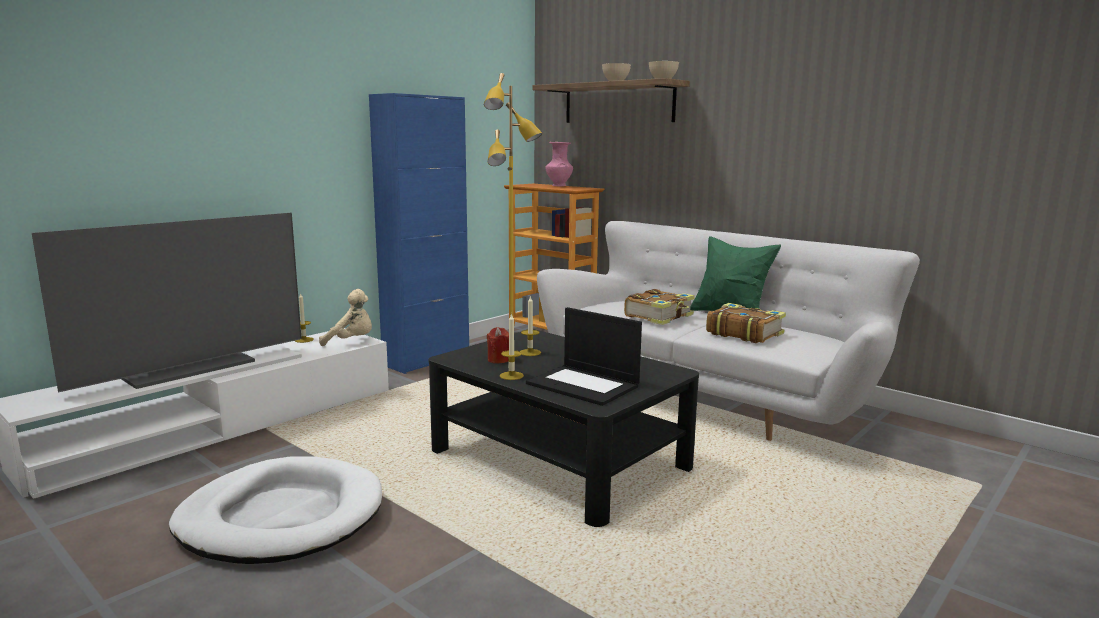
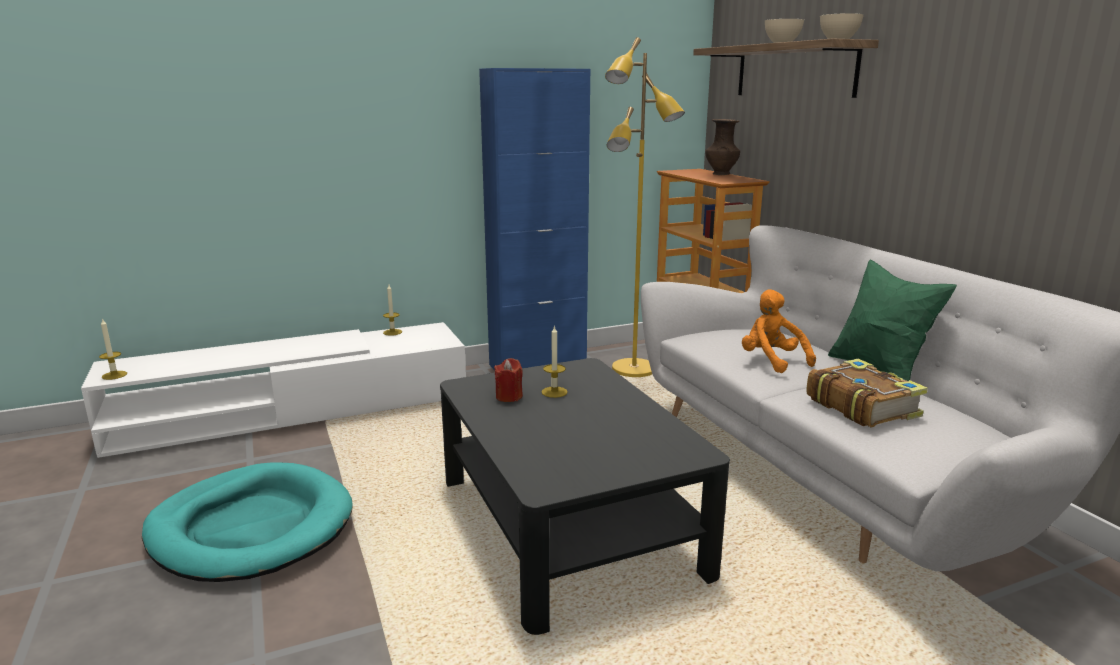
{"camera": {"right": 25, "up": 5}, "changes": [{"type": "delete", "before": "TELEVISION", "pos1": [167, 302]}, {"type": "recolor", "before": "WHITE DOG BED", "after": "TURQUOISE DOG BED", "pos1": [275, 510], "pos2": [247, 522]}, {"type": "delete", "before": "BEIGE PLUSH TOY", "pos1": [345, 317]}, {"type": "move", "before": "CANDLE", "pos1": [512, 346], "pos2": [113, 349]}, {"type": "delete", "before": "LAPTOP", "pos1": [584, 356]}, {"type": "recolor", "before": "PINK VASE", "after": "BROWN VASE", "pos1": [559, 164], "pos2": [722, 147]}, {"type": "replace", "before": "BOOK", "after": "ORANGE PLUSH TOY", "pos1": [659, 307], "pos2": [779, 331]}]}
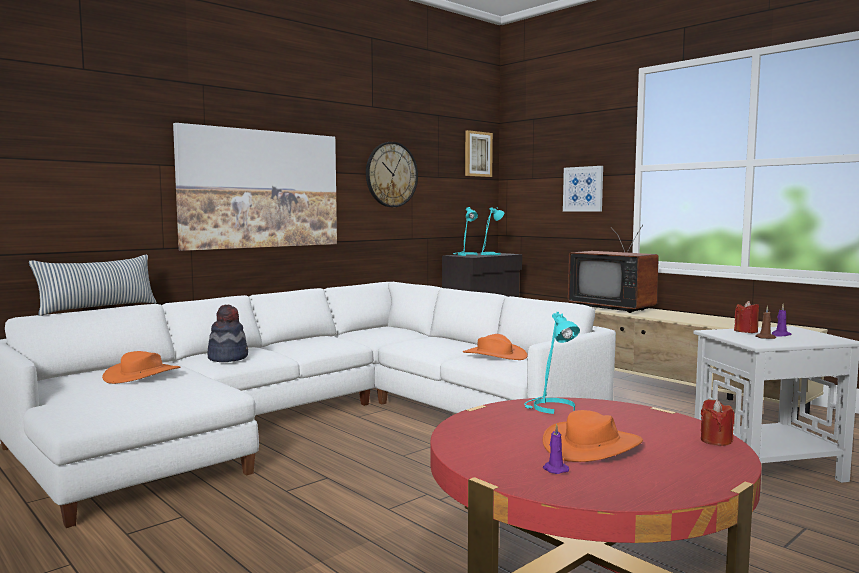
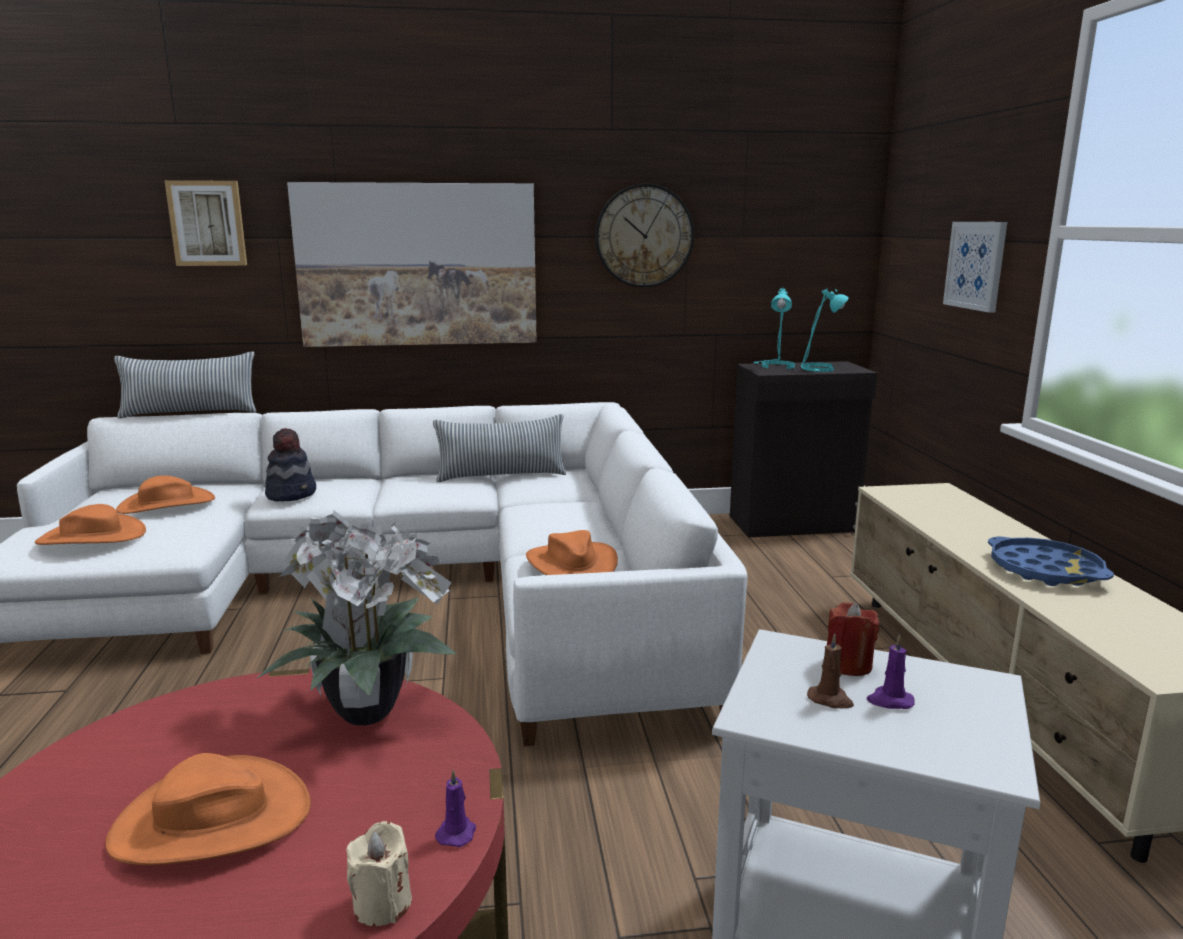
{"camera": {"right": 35, "up": 10}, "changes": [{"type": "move", "before": "PICTURE", "pos1": [479, 153], "pos2": [205, 223]}, {"type": "replace", "before": "TURQUOISE TABLE LAMP", "after": "POTTED PLANT", "pos1": [552, 363], "pos2": [357, 618]}, {"type": "move", "before": "PURPLE CANDLE", "pos1": [556, 449], "pos2": [455, 808]}, {"type": "delete", "before": "TELEVISION", "pos1": [613, 269]}, {"type": "recolor", "before": "RED CANDLE", "after": "BEIGE CANDLE", "pos1": [717, 422], "pos2": [379, 873]}, {"type": "insert", "after": "ORANGE HAT", "pos2": [90, 524]}, {"type": "insert", "after": "PILLOW", "pos2": [499, 448]}, {"type": "insert", "after": "BLUE TRAY", "pos2": [1051, 561]}]}
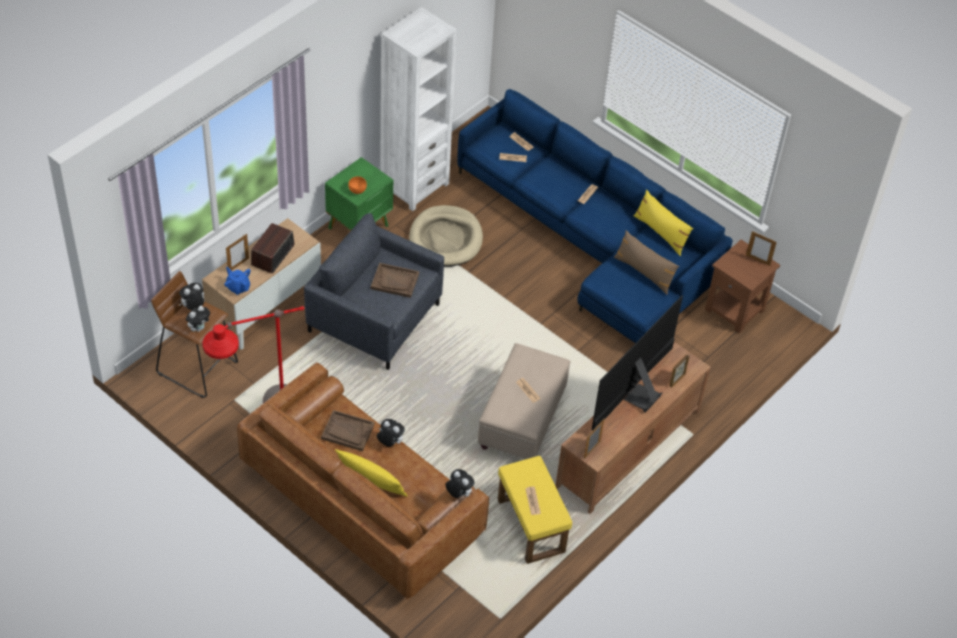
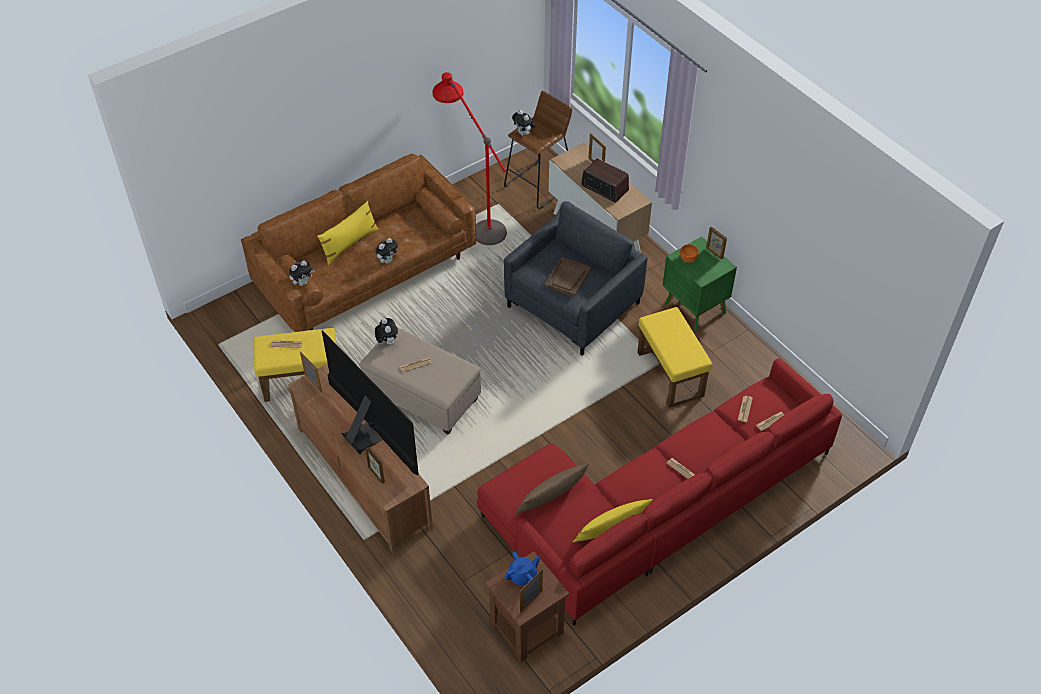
{"camera": {"right": 105, "up": 0}, "changes": [{"type": "move", "before": "PLUSH TOY", "pos1": [191, 296], "pos2": [386, 331]}, {"type": "move", "before": "BLUE TEAPOT", "pos1": [237, 281], "pos2": [522, 569]}, {"type": "delete", "before": "BROWN TRAY", "pos1": [348, 430]}, {"type": "delete", "before": "WHITE BOOKCASE", "pos1": [418, 109]}, {"type": "replace", "before": "BEIGE DOG BED", "after": "YELLOW OTTOMAN", "pos1": [446, 236], "pos2": [674, 357]}, {"type": "recolor", "before": "BLUE SOFA", "after": "RED SOFA", "pos1": [595, 216], "pos2": [659, 492]}, {"type": "insert", "after": "PICTURE FRAME", "pos2": [716, 243]}]}
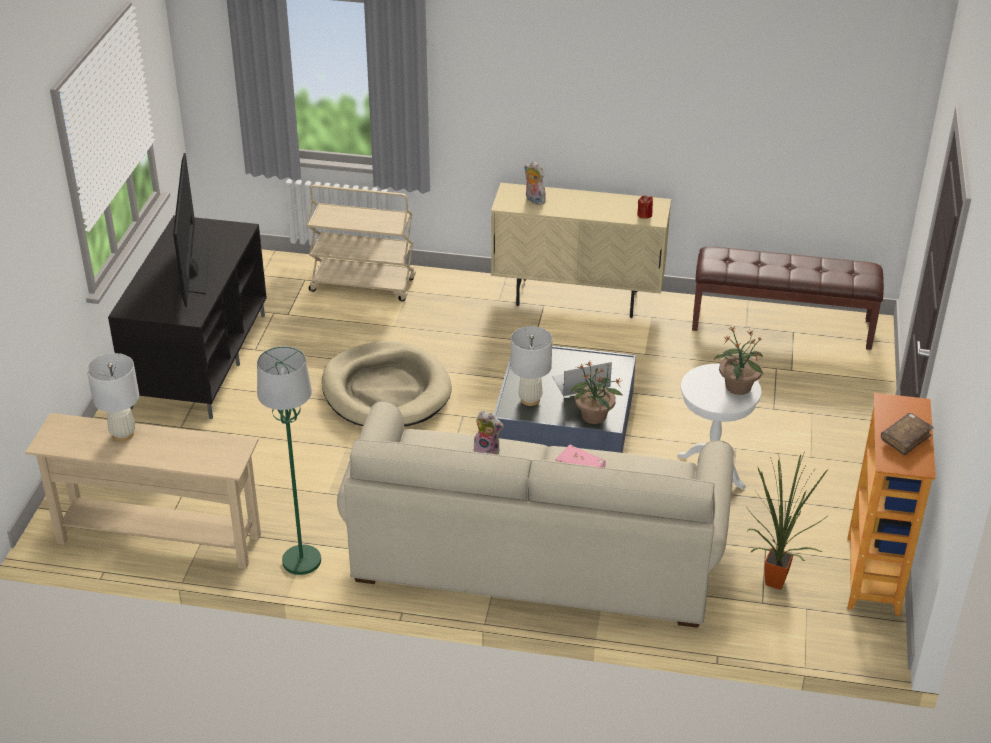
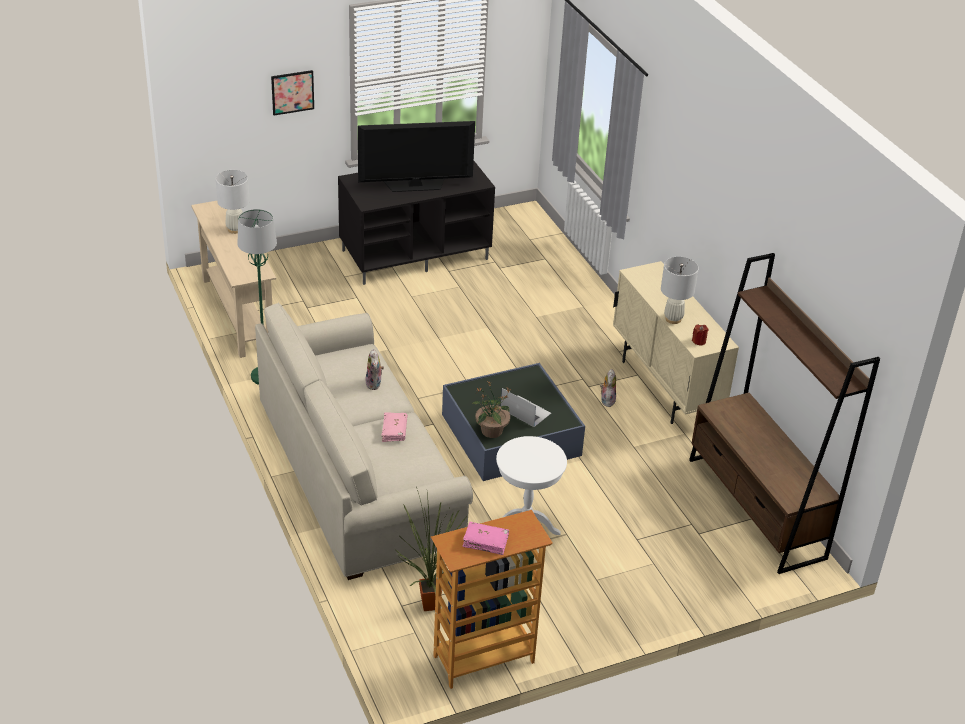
{"camera": {"right": 55, "up": 0}, "changes": [{"type": "rotate", "before": "TELEVISION", "pos1": [191, 230], "pos2": [416, 156], "turn": -150}, {"type": "delete", "before": "BEIGE CART", "pos1": [361, 243]}, {"type": "delete", "before": "BEIGE DOG BED", "pos1": [387, 384]}, {"type": "move", "before": "WHITE TABLE LAMP", "pos1": [531, 366], "pos2": [680, 290]}, {"type": "move", "before": "PLUSH TOY", "pos1": [535, 183], "pos2": [608, 388]}, {"type": "replace", "before": "BROWN BENCH", "after": "BROWN BOOKCASE", "pos1": [788, 298], "pos2": [784, 413]}, {"type": "delete", "before": "POTTED PLANT", "pos1": [739, 361]}, {"type": "recolor", "before": "BROWN BOOK", "after": "PINK BOOK", "pos1": [907, 434], "pos2": [486, 538]}, {"type": "insert", "after": "PICTURE", "pos2": [292, 92]}]}
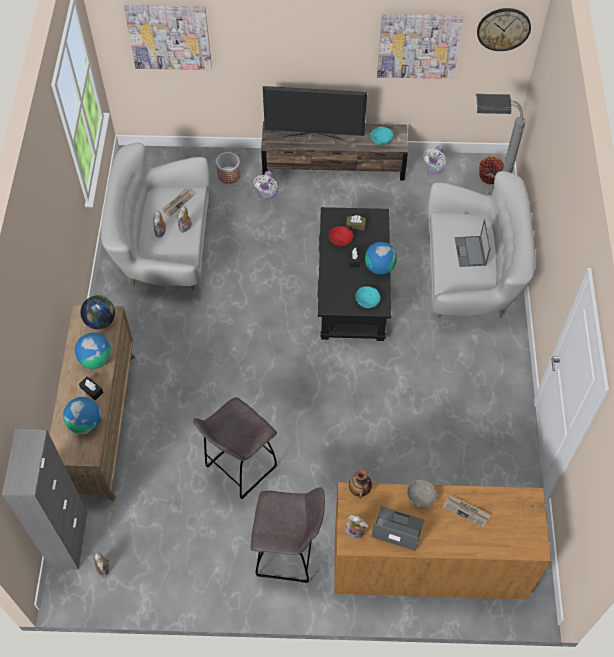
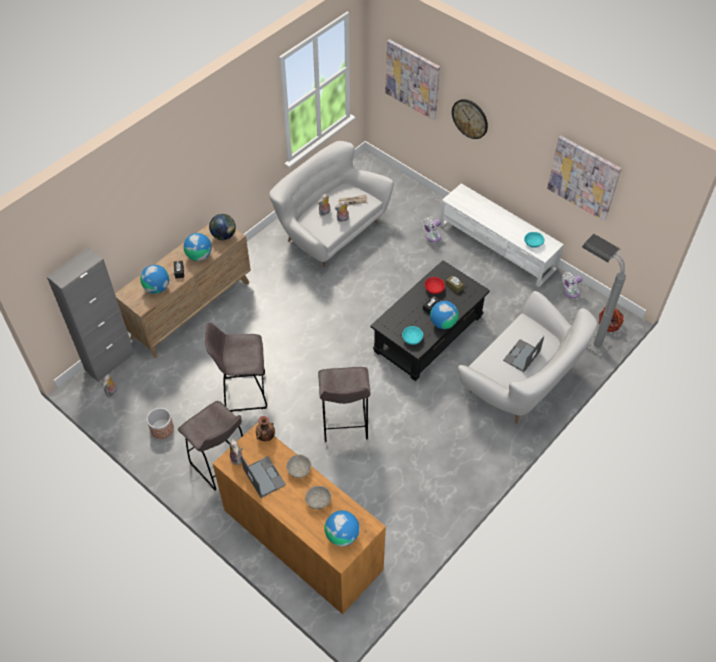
{"camera": {"right": 40, "up": -5}, "changes": [{"type": "move", "before": "PLANTER", "pos1": [228, 168], "pos2": [160, 423]}, {"type": "recolor", "before": "BROWN TV STAND", "after": "WHITE TV STAND", "pos1": [334, 151], "pos2": [502, 235]}, {"type": "delete", "before": "TELEVISION", "pos1": [315, 113]}, {"type": "replace", "before": "NEWSPAPER", "after": "GREY BOWL", "pos1": [466, 511], "pos2": [318, 497]}, {"type": "move", "before": "WALL CLOCK", "pos1": [504, 29], "pos2": [470, 119]}, {"type": "insert", "after": "GREY STOOL", "pos2": [344, 404]}, {"type": "insert", "after": "GLOBE", "pos2": [342, 528]}]}
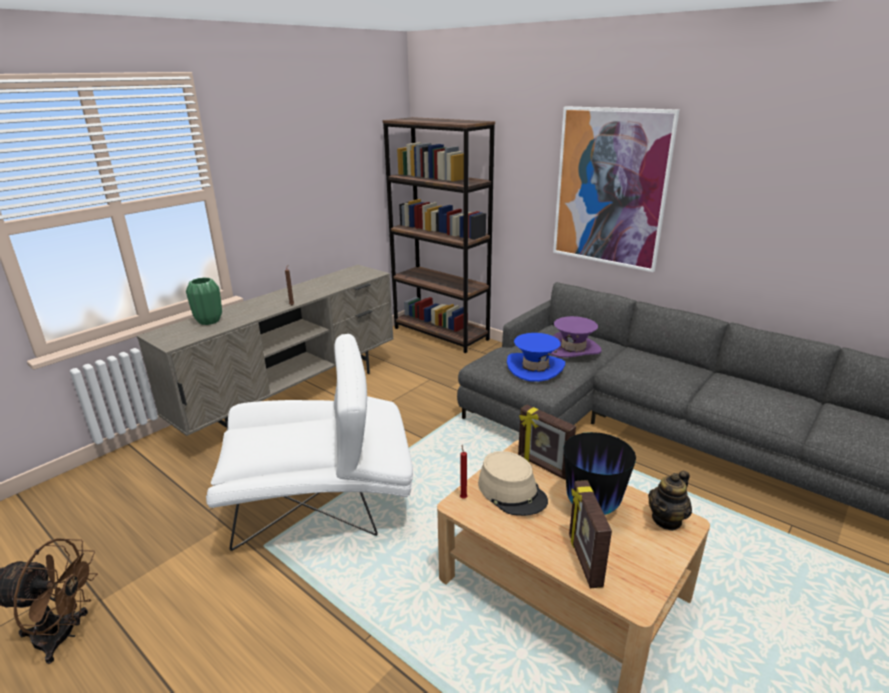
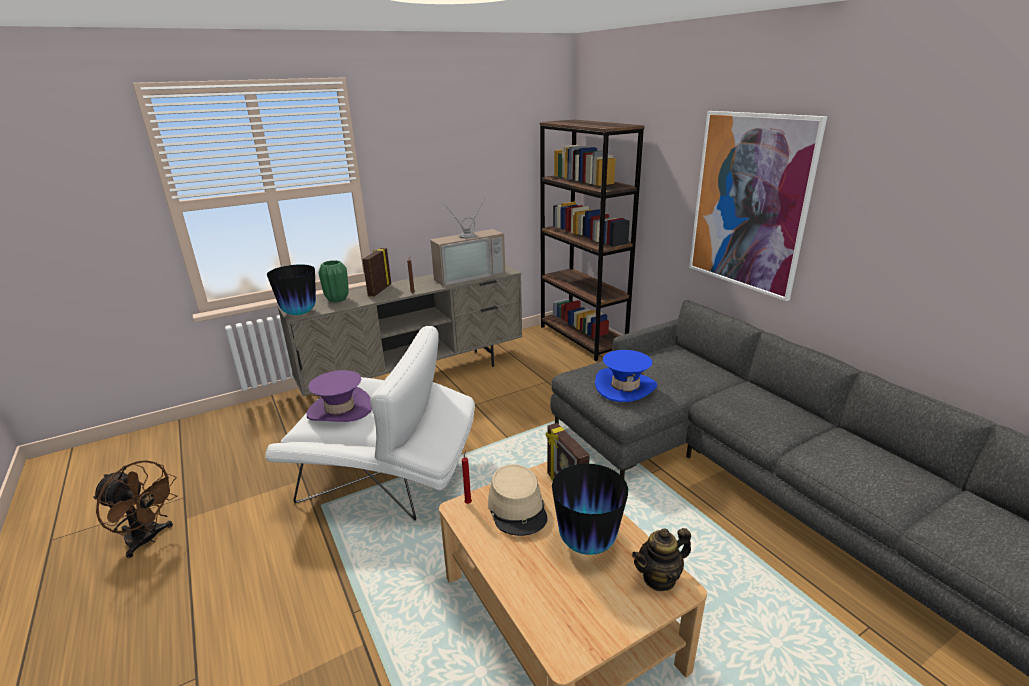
{"camera": {"right": 20, "up": 0}, "changes": [{"type": "move", "before": "PURPLE HAT", "pos1": [576, 337], "pos2": [339, 396]}, {"type": "move", "before": "PICTURE FRAME", "pos1": [590, 534], "pos2": [376, 272]}, {"type": "insert", "after": "VASE", "pos2": [291, 289]}, {"type": "insert", "after": "TELEVISION", "pos2": [467, 242]}]}
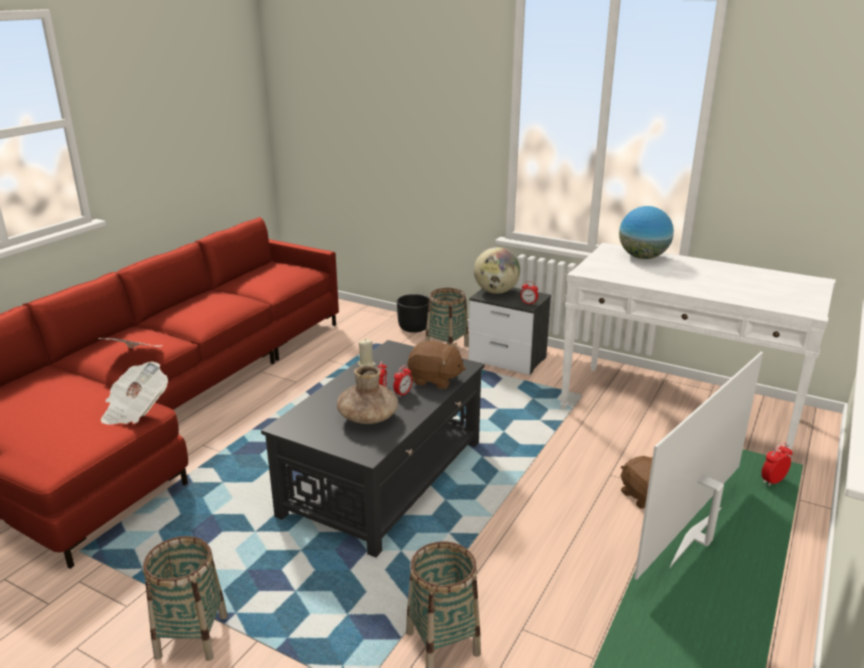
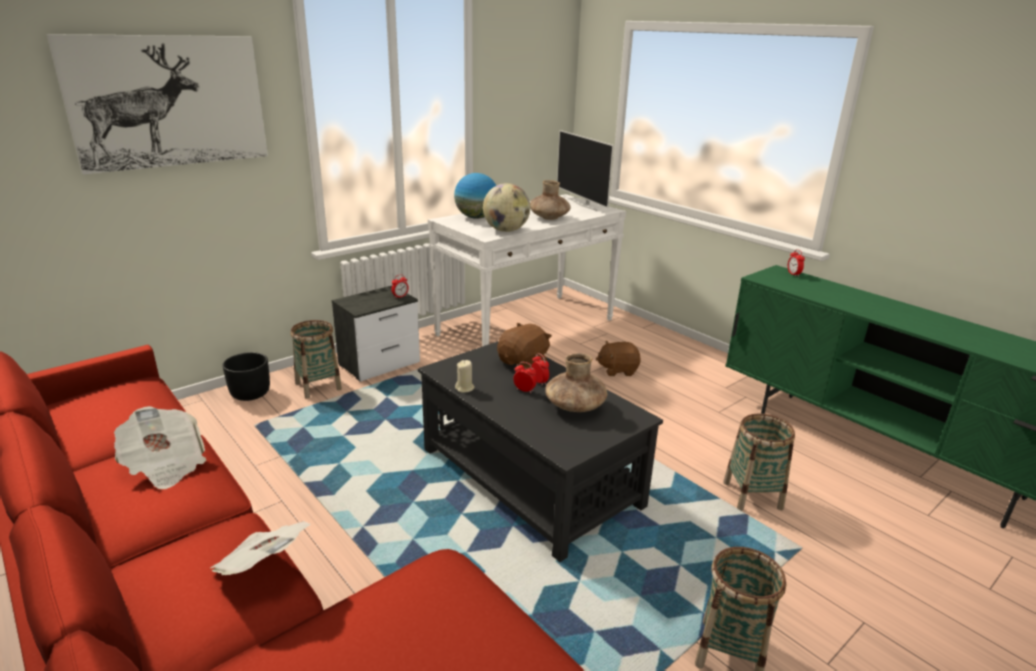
{"camera": {"right": -70, "up": 0}, "changes": [{"type": "move", "before": "NEWSPAPER", "pos1": [134, 393], "pos2": [160, 447]}, {"type": "move", "before": "GLOBE", "pos1": [497, 270], "pos2": [506, 207]}, {"type": "move", "before": "TELEVISION", "pos1": [698, 466], "pos2": [585, 170]}, {"type": "insert", "after": "PICTURE", "pos2": [157, 104]}, {"type": "insert", "after": "BROWN VASE", "pos2": [550, 200]}]}
